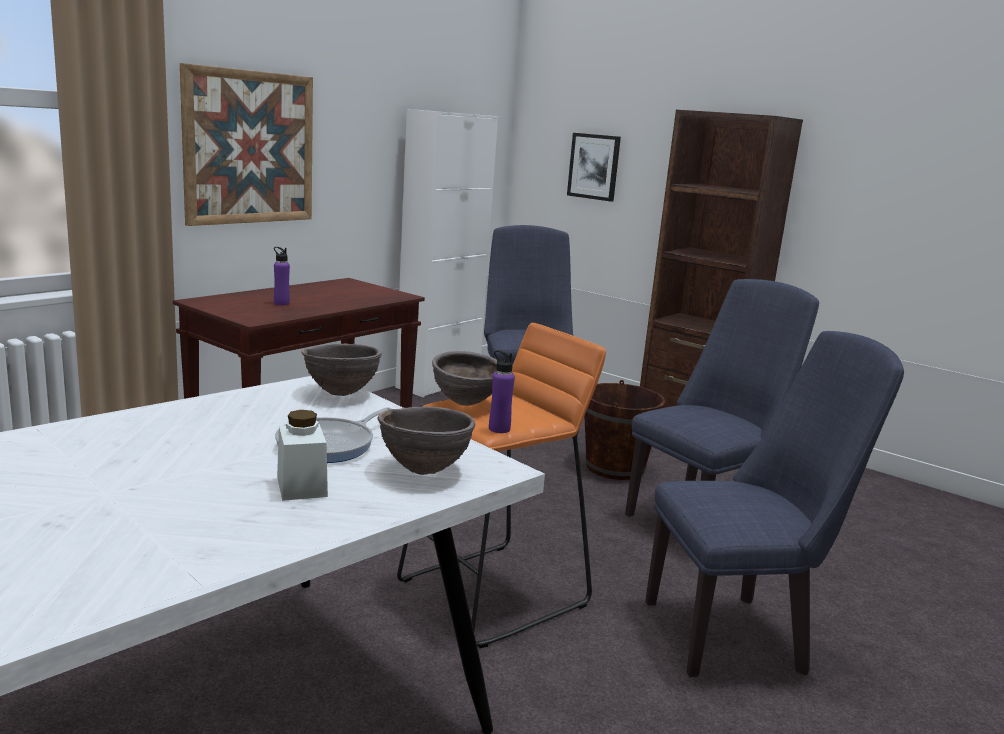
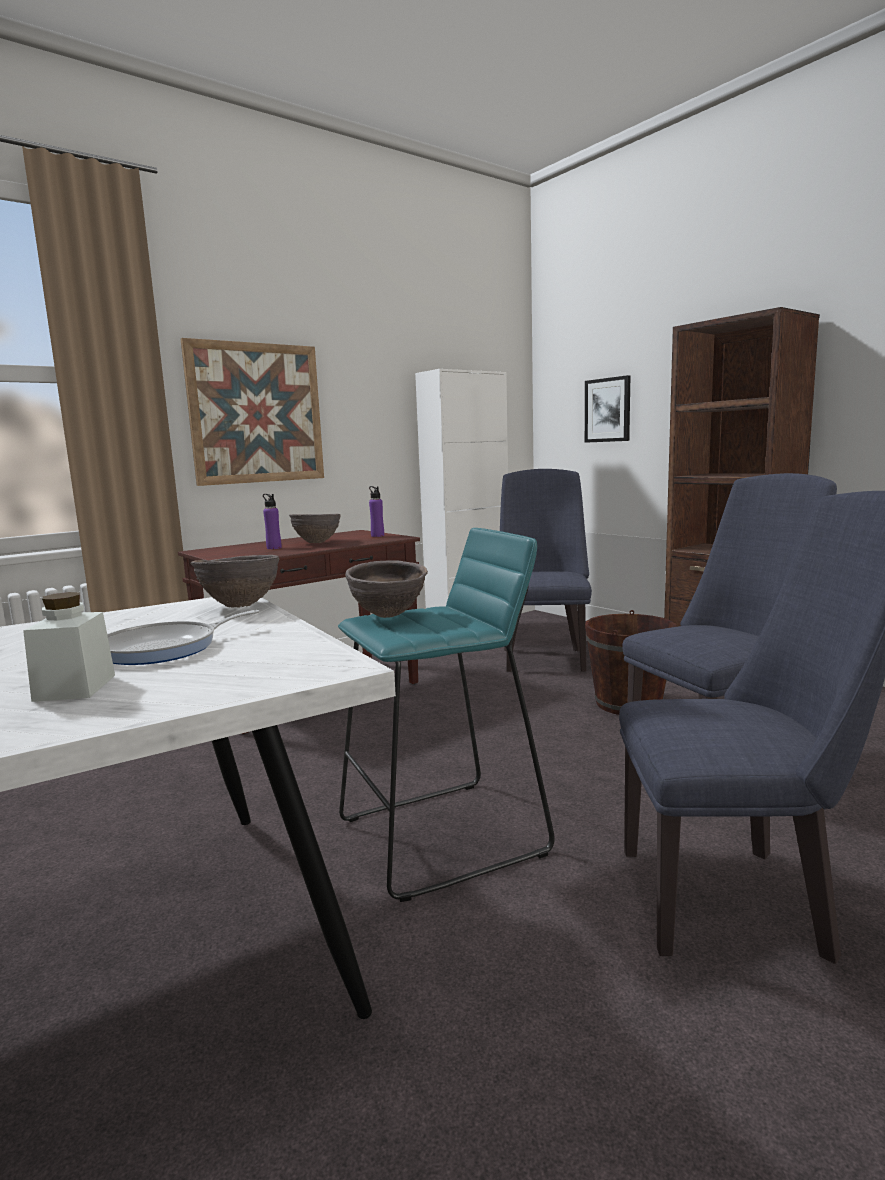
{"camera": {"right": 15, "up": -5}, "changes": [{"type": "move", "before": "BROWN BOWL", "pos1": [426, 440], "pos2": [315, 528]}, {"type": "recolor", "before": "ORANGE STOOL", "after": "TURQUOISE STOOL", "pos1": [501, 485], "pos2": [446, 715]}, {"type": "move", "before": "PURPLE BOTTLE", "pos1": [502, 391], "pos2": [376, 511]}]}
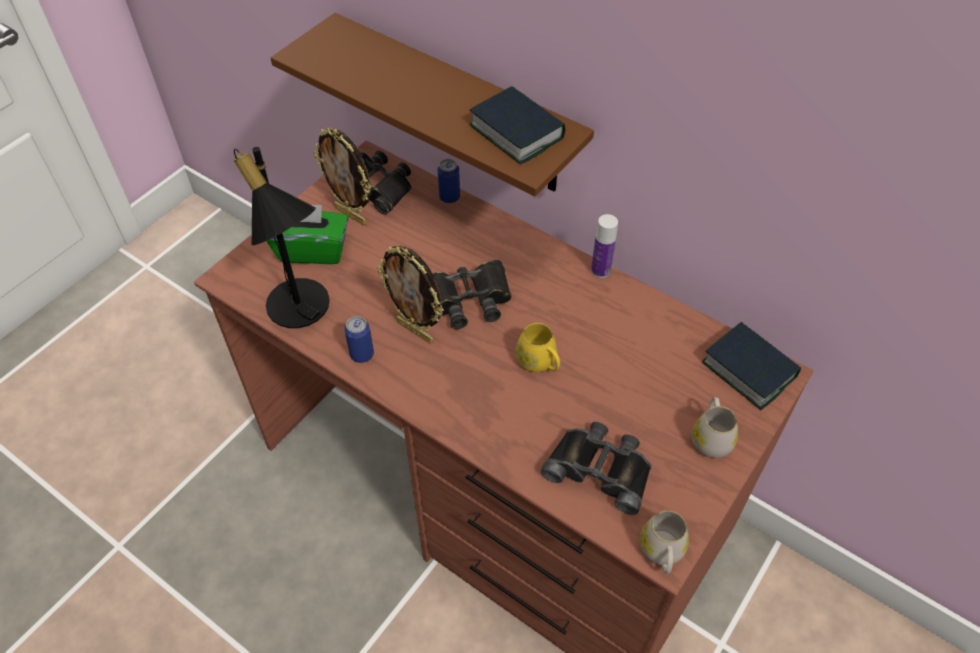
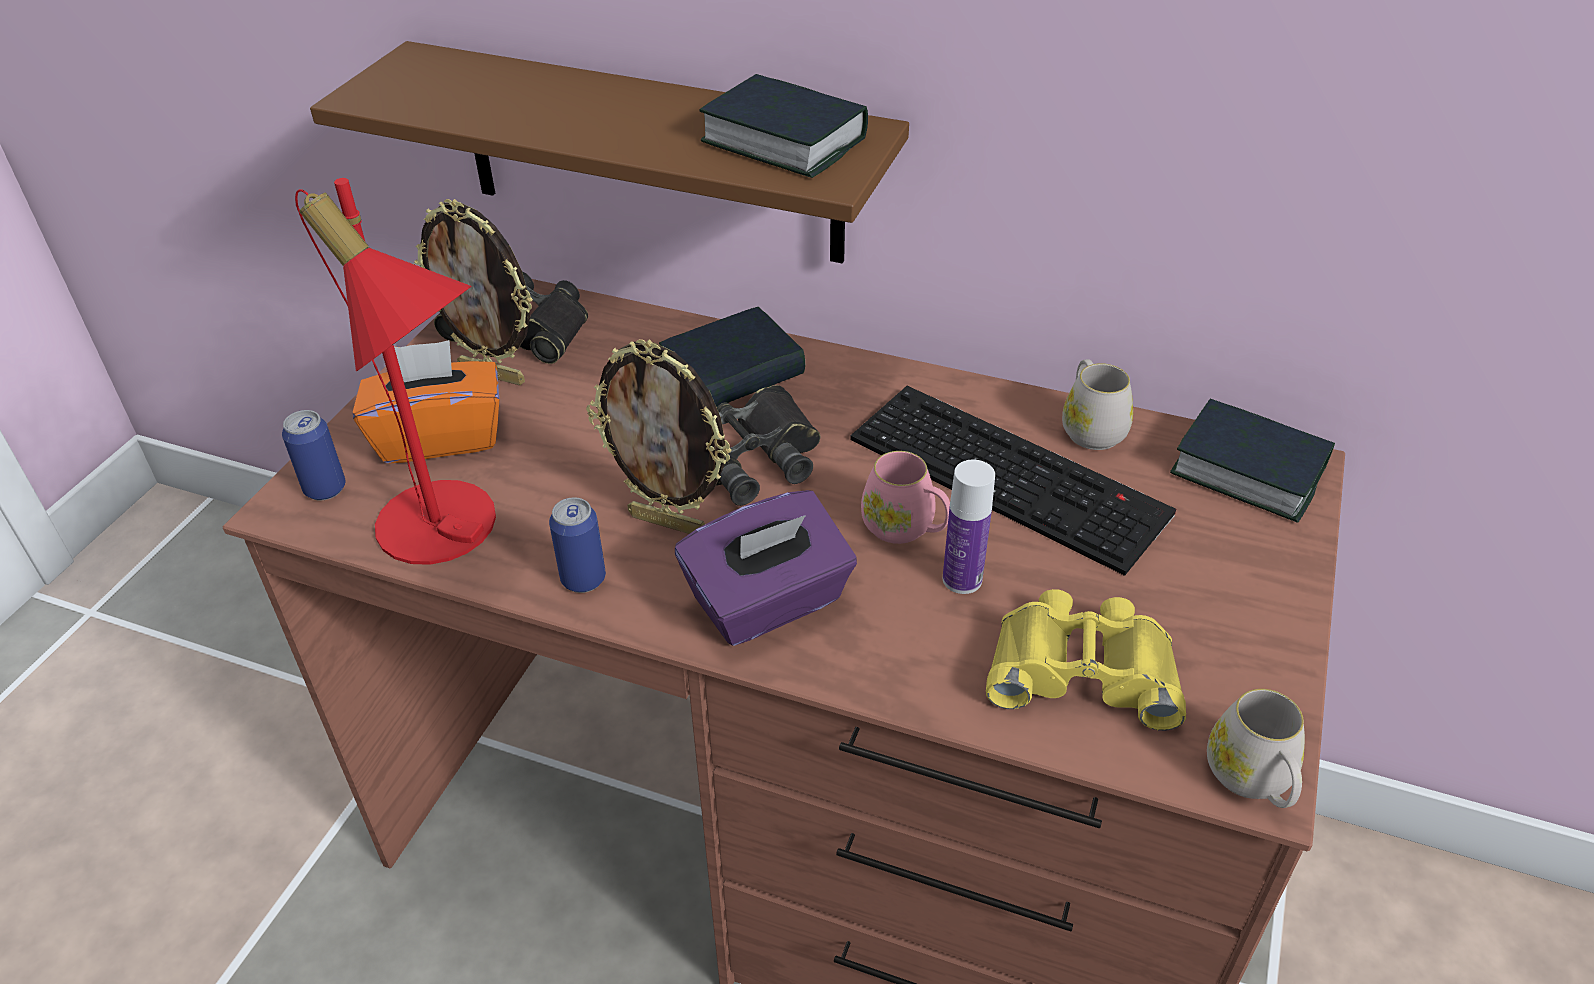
{"camera": {"right": -15, "up": -10}, "changes": [{"type": "recolor", "before": "BLACK TABLE LAMP", "after": "RED TABLE LAMP", "pos1": [282, 237], "pos2": [395, 371]}, {"type": "recolor", "before": "GREEN TISSUE BOX", "after": "ORANGE TISSUE BOX", "pos1": [307, 234], "pos2": [426, 402]}, {"type": "move", "before": "CAN", "pos1": [449, 181], "pos2": [313, 455]}, {"type": "recolor", "before": "YELLOW MUG", "after": "PINK MUG", "pos1": [538, 347], "pos2": [905, 497]}, {"type": "recolor", "before": "BLACK BINOCULARS", "after": "YELLOW BINOCULARS", "pos1": [596, 468], "pos2": [1086, 660]}, {"type": "move", "before": "BOTTLE", "pos1": [604, 246], "pos2": [969, 527]}, {"type": "move", "before": "WHITE MUG", "pos1": [715, 427], "pos2": [1097, 404]}, {"type": "insert", "after": "BOOK", "pos2": [732, 357]}, {"type": "insert", "after": "PURPLE TISSUE BOX", "pos2": [766, 568]}, {"type": "insert", "after": "KEYBOARD", "pos2": [1013, 481]}]}
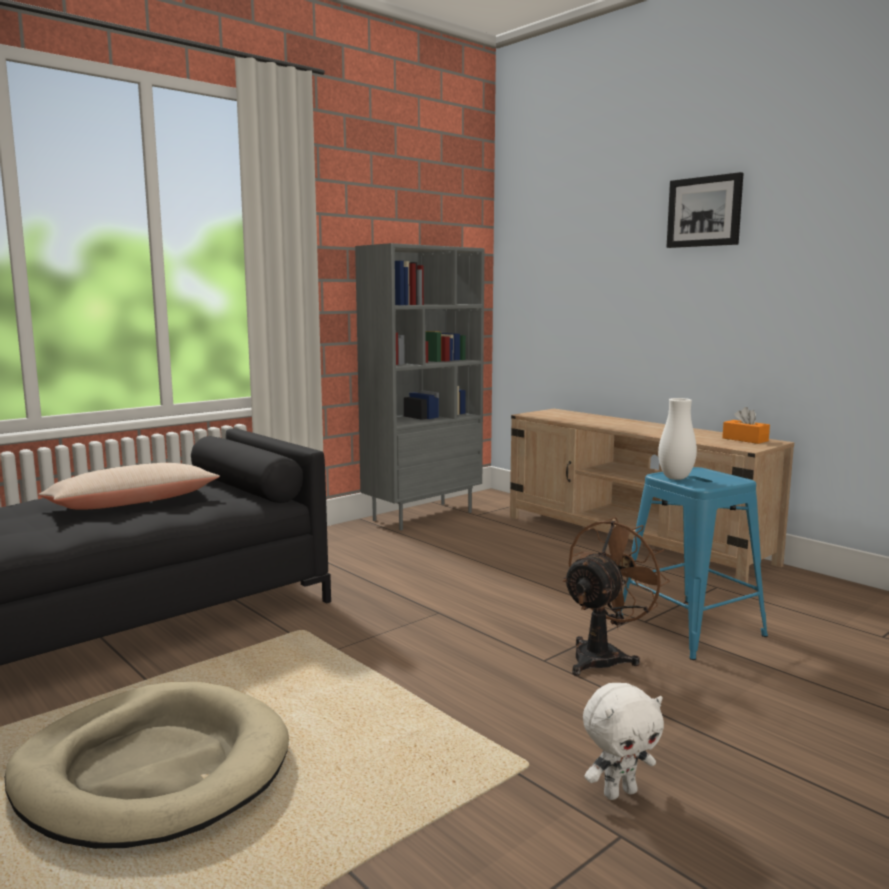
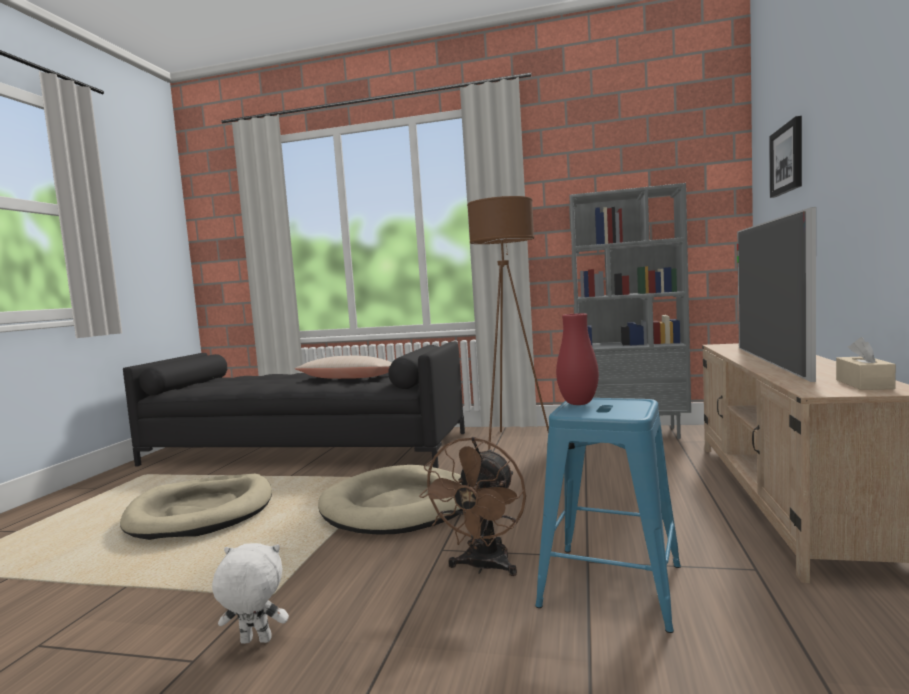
{"camera": {"right": 55, "up": -5}, "changes": [{"type": "rotate", "before": "BROWN FAN", "pos1": [616, 596], "pos2": [472, 506], "turn": 105}, {"type": "rotate", "before": "WHITE PLUSH TOY", "pos1": [623, 741], "pos2": [250, 593], "turn": 150}, {"type": "recolor", "before": "WHITE VASE", "after": "RED VASE", "pos1": [677, 439], "pos2": [577, 359]}, {"type": "move", "before": "PICTURE", "pos1": [704, 210], "pos2": [785, 157]}, {"type": "recolor", "before": "ORANGE TISSUE BOX", "after": "BEIGE TISSUE BOX", "pos1": [746, 425], "pos2": [866, 363]}, {"type": "insert", "after": "BEIGE DOG BED", "pos2": [391, 499]}, {"type": "insert", "after": "BROWN FLOOR LAMP", "pos2": [508, 323]}, {"type": "insert", "after": "TELEVISION", "pos2": [776, 294]}]}
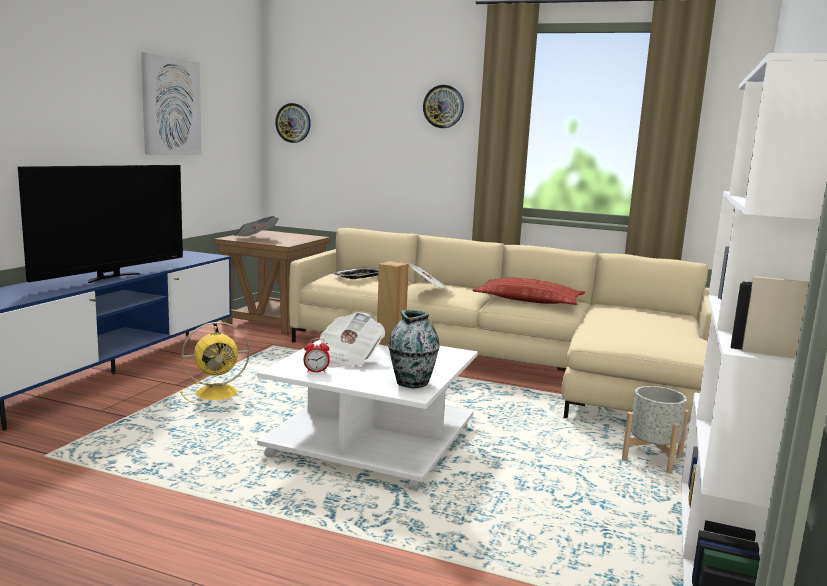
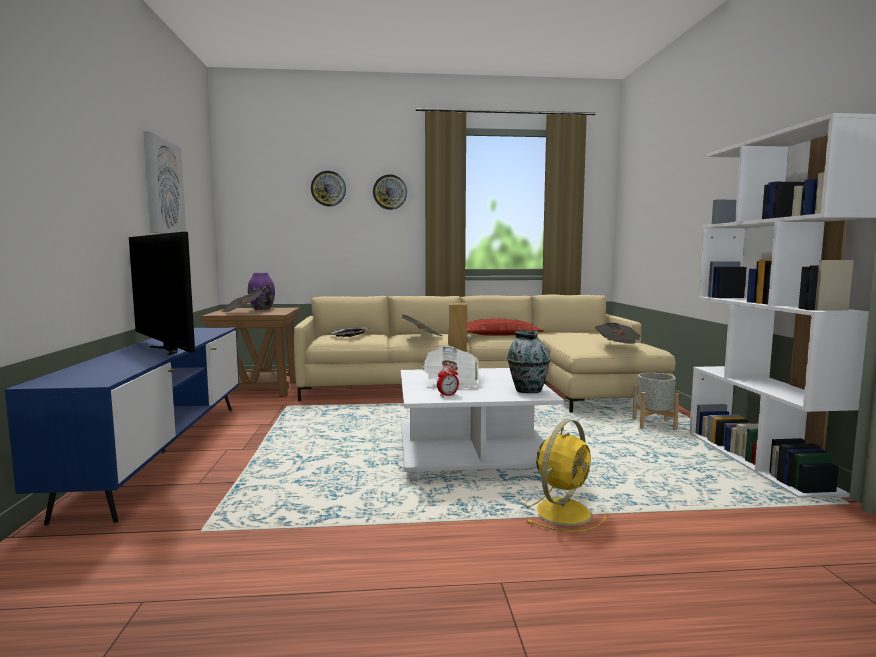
{"camera": {"right": -25, "up": -5}, "changes": [{"type": "rotate", "before": "TELEVISION", "pos1": [100, 224], "pos2": [162, 293], "turn": 135}, {"type": "move", "before": "YELLOW FAN", "pos1": [215, 363], "pos2": [565, 475]}, {"type": "move", "before": "WALL CLOCK", "pos1": [293, 123], "pos2": [328, 188]}, {"type": "insert", "after": "PURPLE VASE", "pos2": [261, 291]}, {"type": "insert", "after": "NEWSPAPER", "pos2": [618, 333]}]}
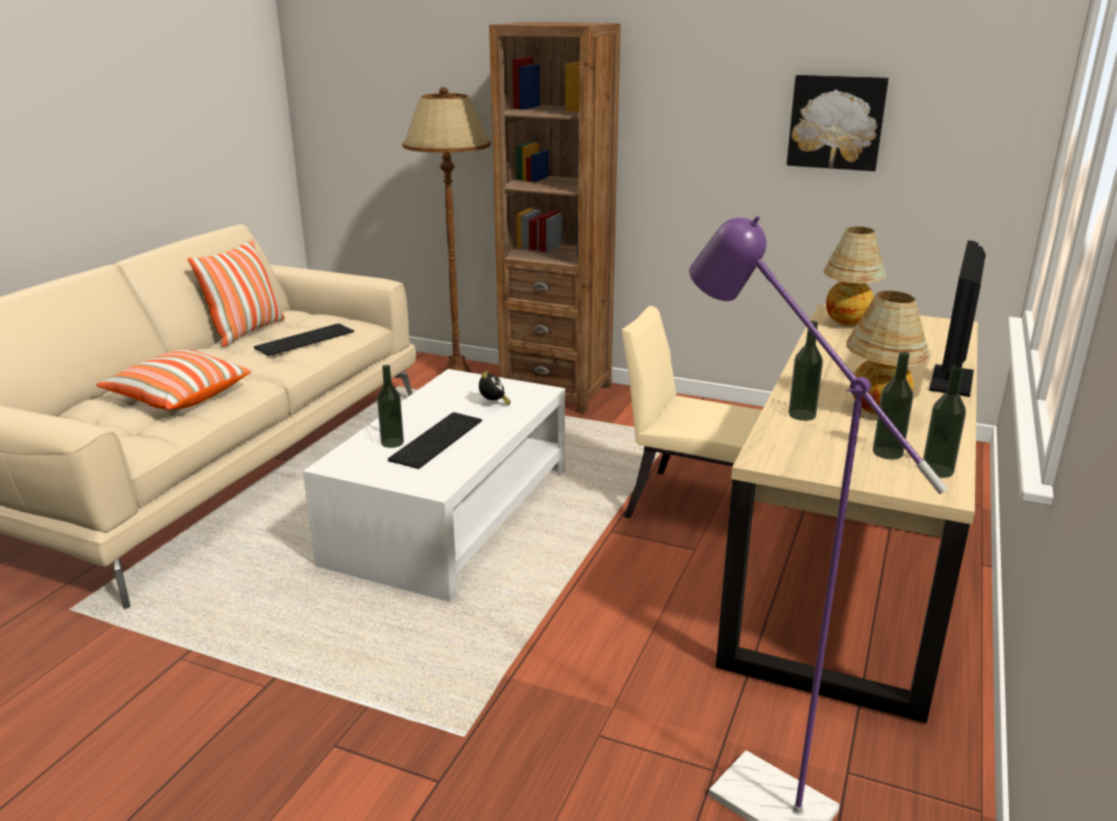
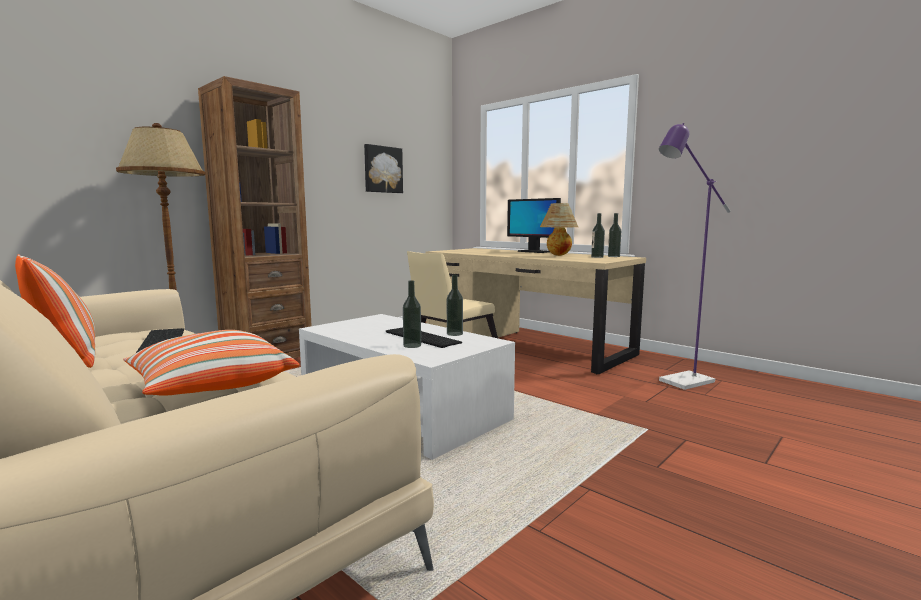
{"camera": {"right": -70, "up": -15}, "changes": [{"type": "delete", "before": "ALARM CLOCK", "pos1": [495, 388]}, {"type": "move", "before": "BOTTLE", "pos1": [805, 371], "pos2": [455, 305]}, {"type": "delete", "before": "TABLE LAMP", "pos1": [855, 276]}]}
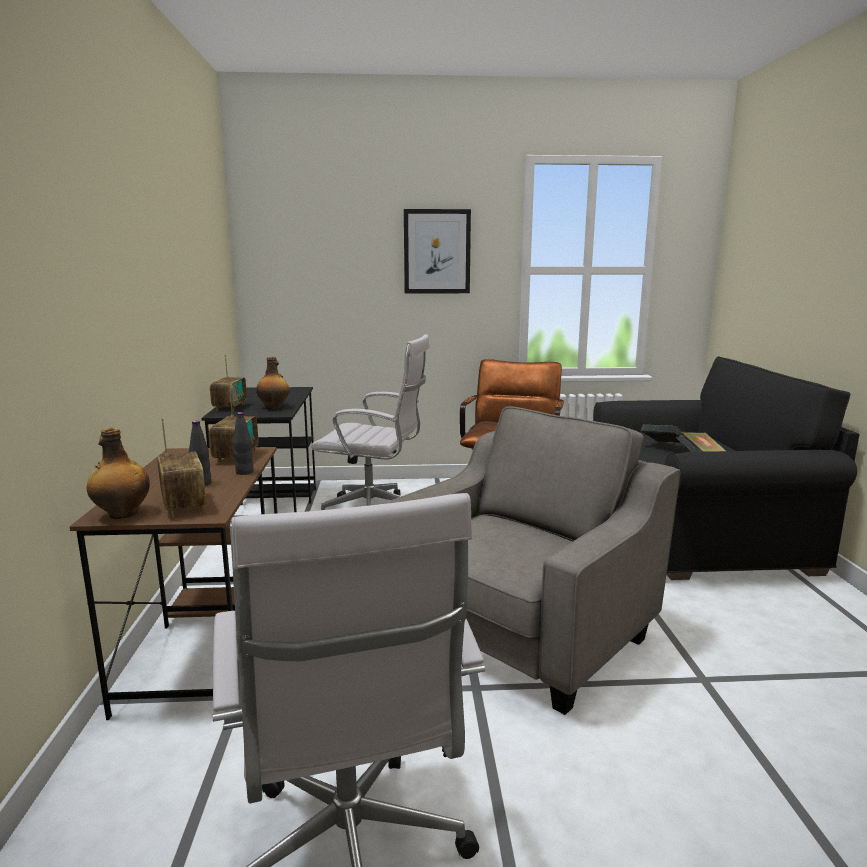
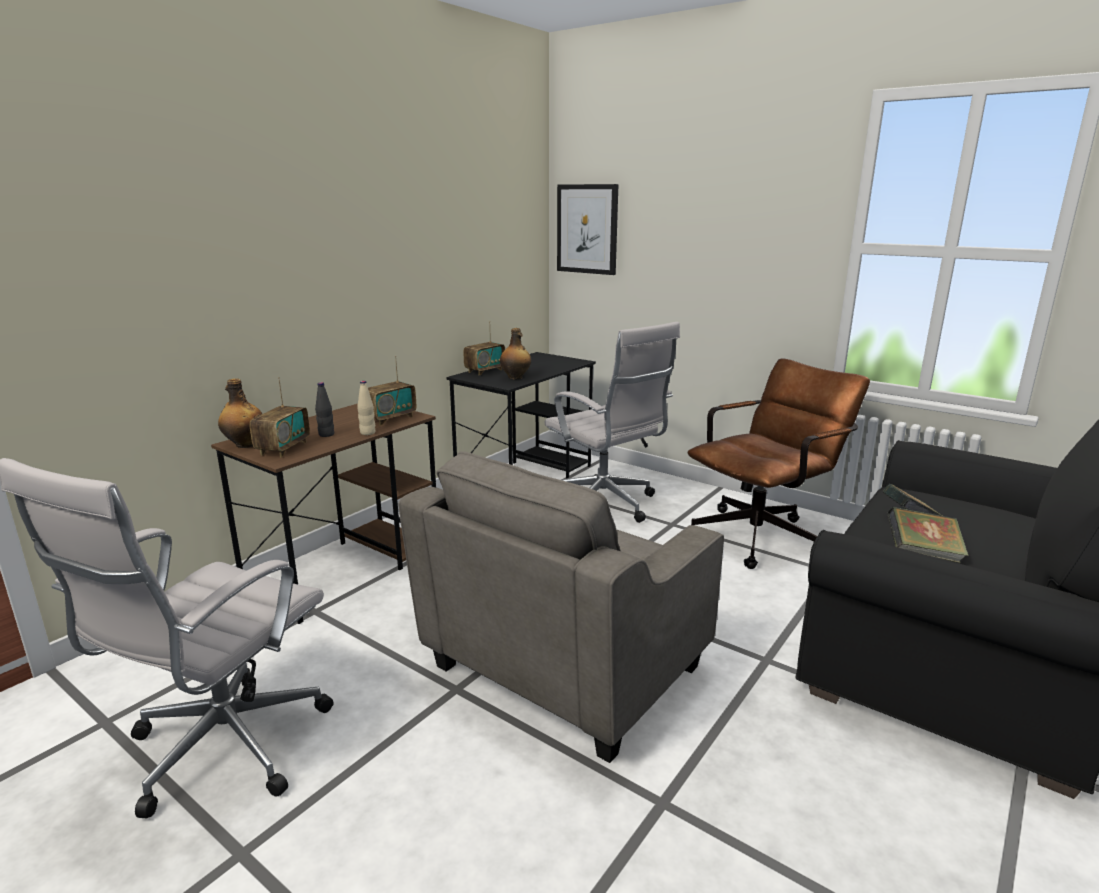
{"camera": {"right": 40, "up": 5}, "changes": [{"type": "recolor", "before": "BLACK BOTTLE", "after": "BEIGE BOTTLE", "pos1": [243, 443], "pos2": [366, 408]}, {"type": "rotate", "before": "GREY ARMCHAIR", "pos1": [534, 561], "pos2": [561, 607], "turn": 135}, {"type": "move", "before": "PICTURE", "pos1": [437, 251], "pos2": [587, 229]}]}
